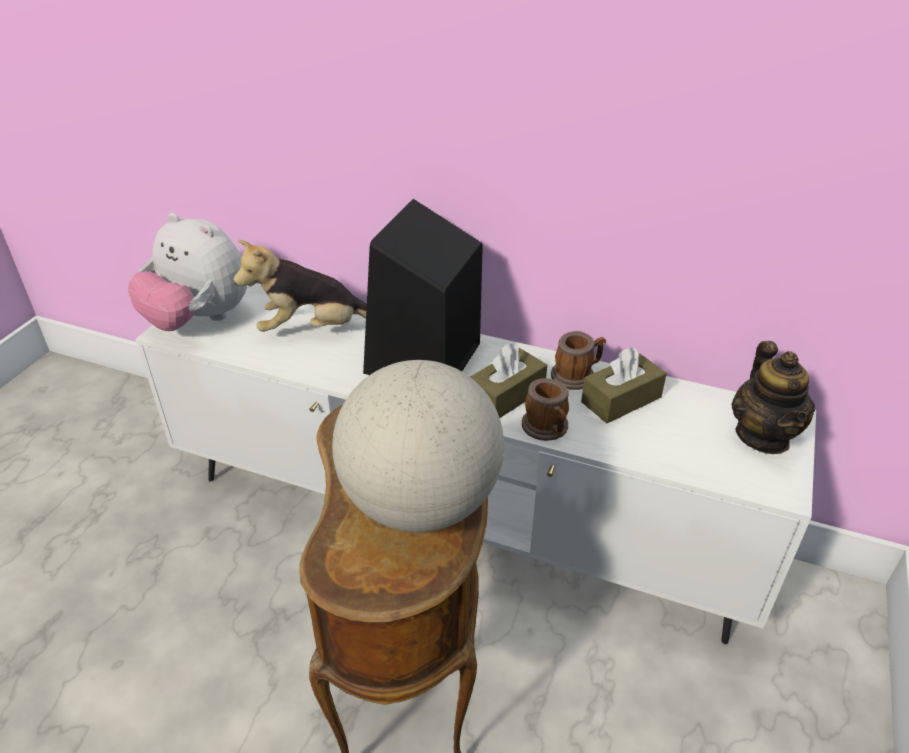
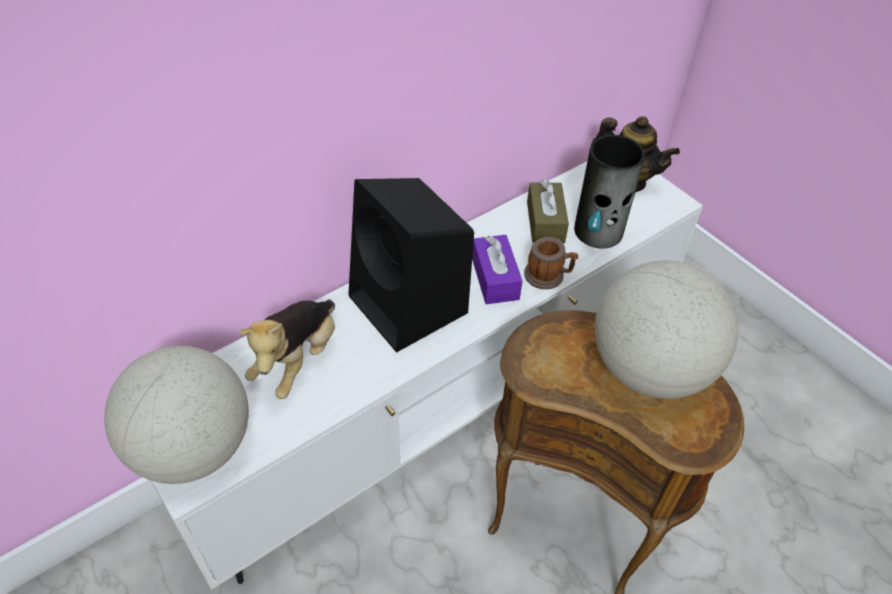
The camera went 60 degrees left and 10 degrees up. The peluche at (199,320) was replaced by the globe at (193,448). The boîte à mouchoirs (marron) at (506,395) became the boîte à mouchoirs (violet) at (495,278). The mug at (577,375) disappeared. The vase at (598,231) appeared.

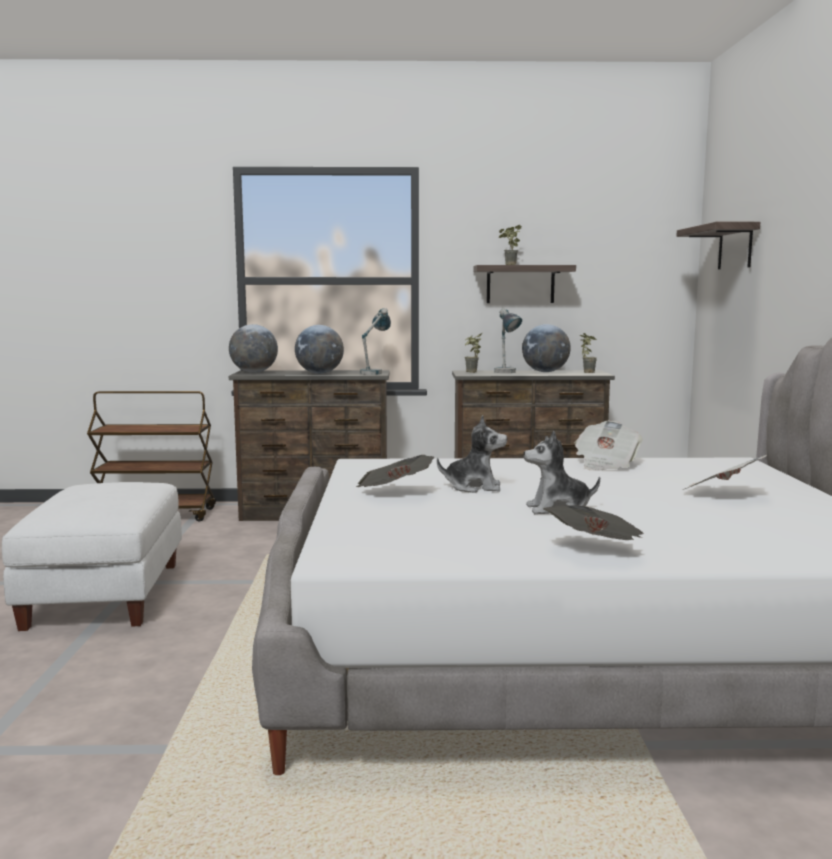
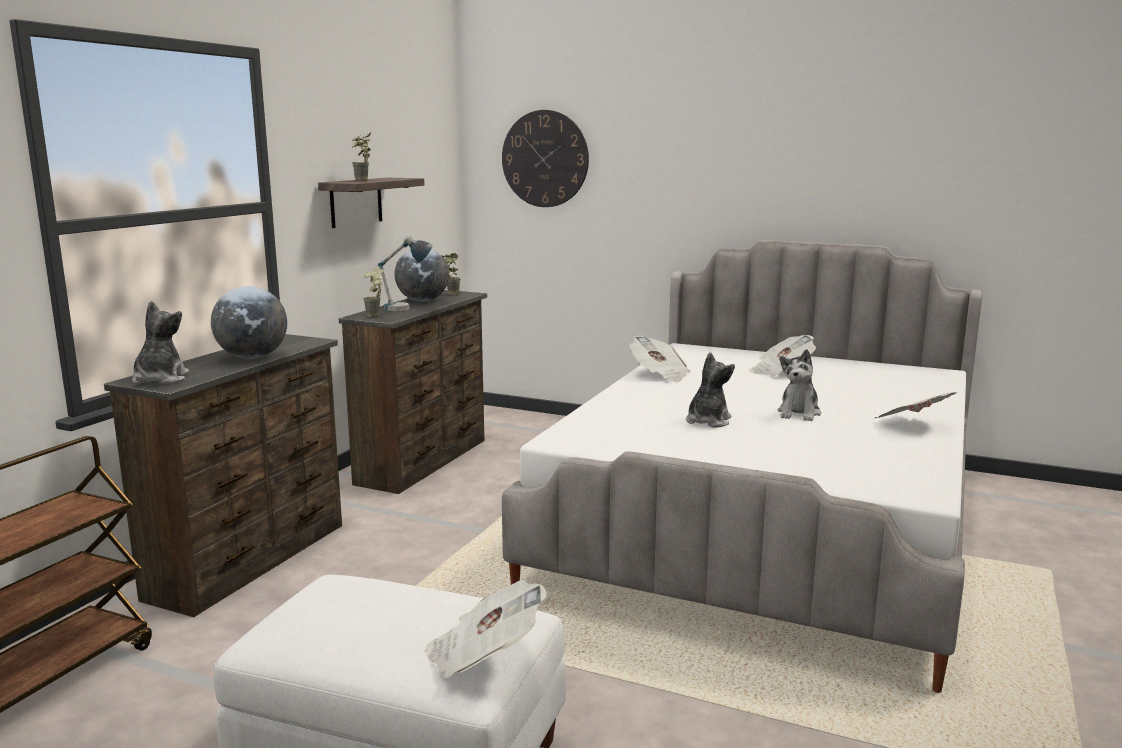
The camera went 65 degrees left and 5 degrees up. The globe at (254,372) was replaced by the peluche at (160,379). The journal moved from (394,493) to (484,656). The lampe de table at (375,372) disappeared. The étagère at (735,247) was replaced by the horloge murale at (545,159).

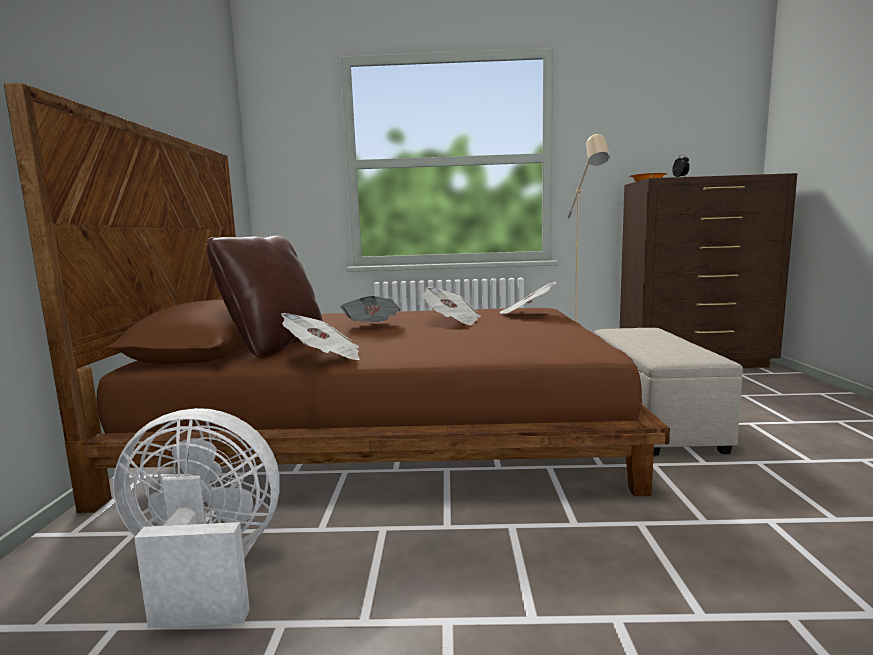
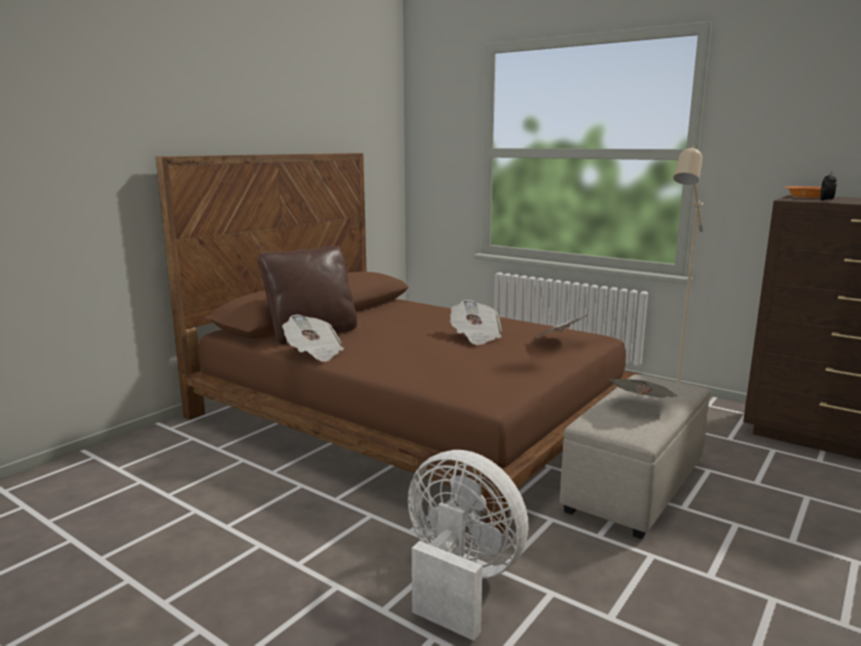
The camera went 35 degrees right and 5 degrees up. The ventilateur (blanc) moved from (205,570) to (460,581). The journal moved from (372,326) to (642,406).

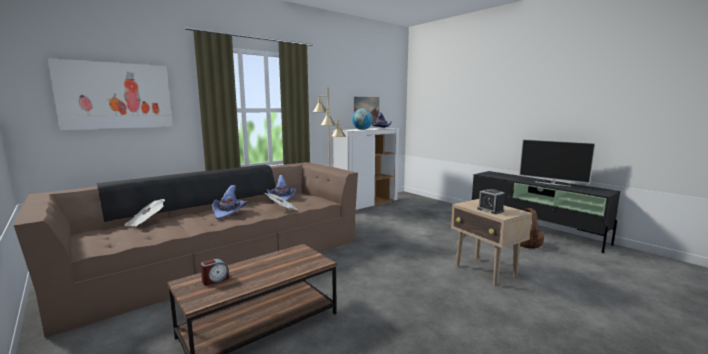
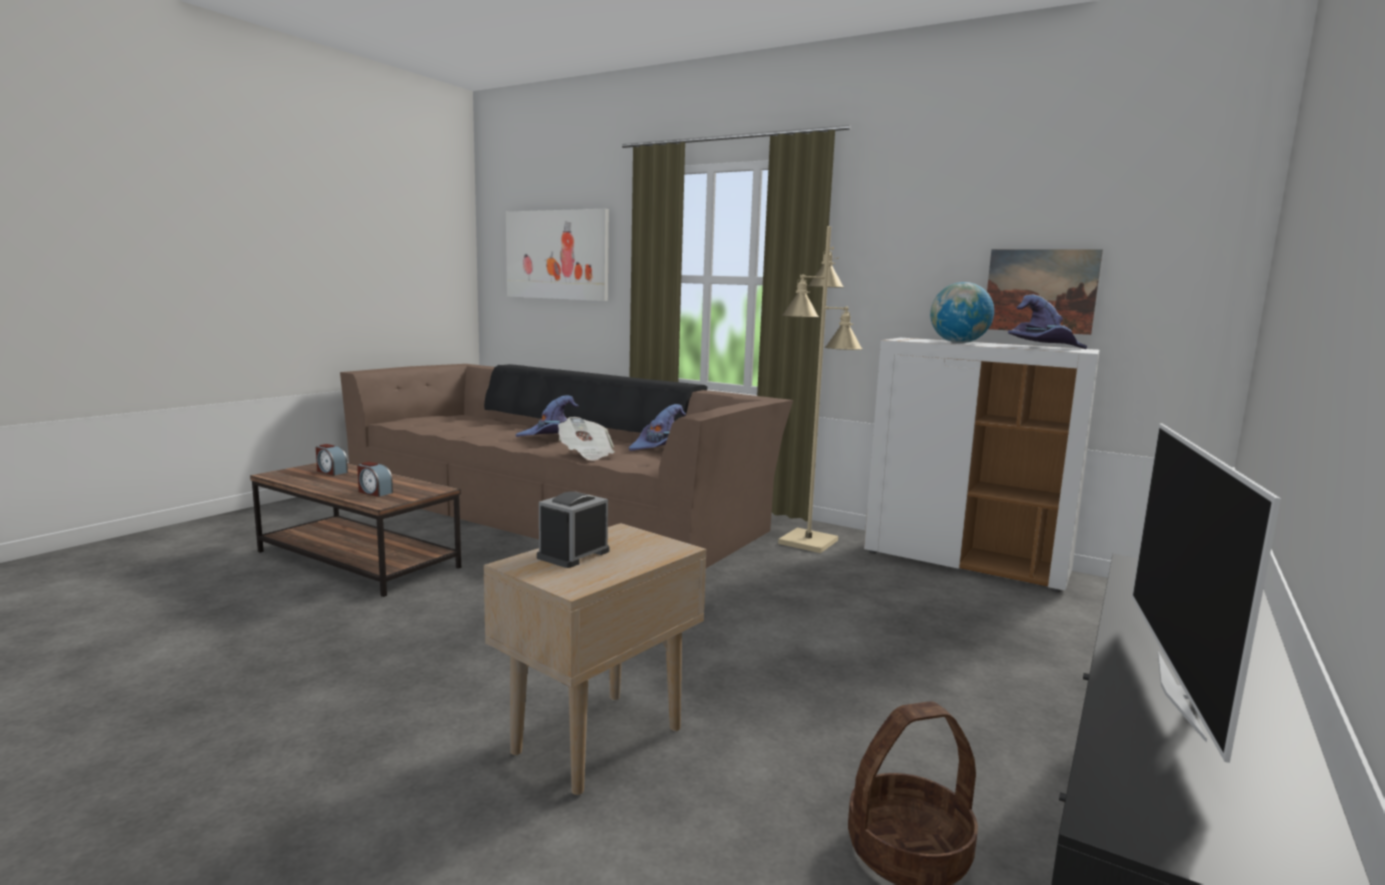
The camera went 70 degrees right and 0 degrees up. The journal at (146,222) disappeared. The réveil at (374,492) appeared.

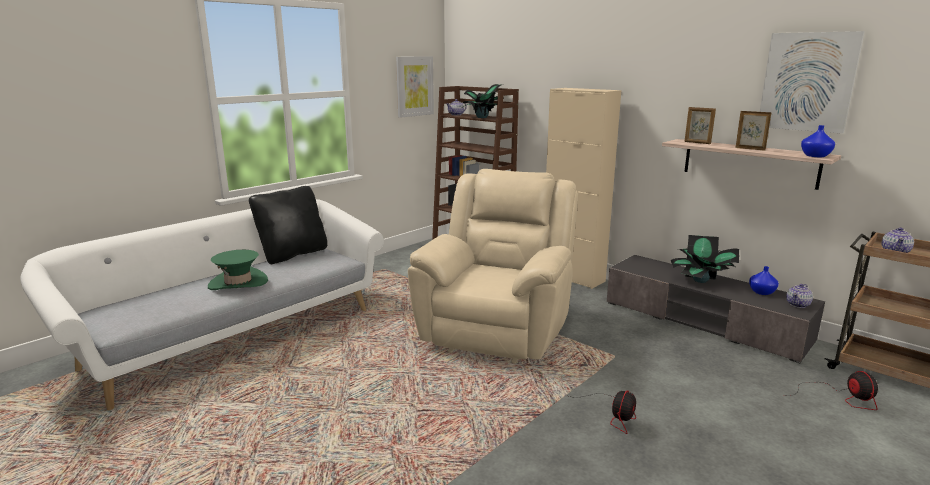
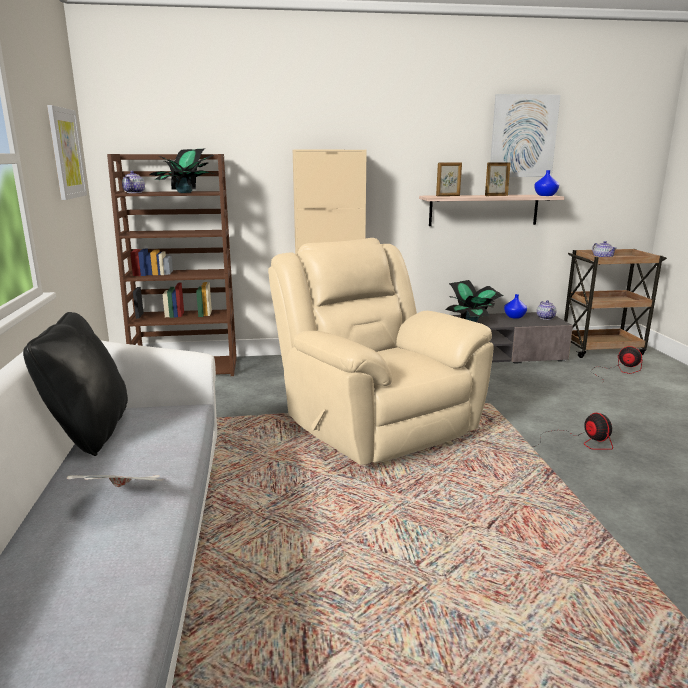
The camera went 50 degrees left and 0 degrees up. The chapeau (vert) at (238,283) was replaced by the journal at (124,499).

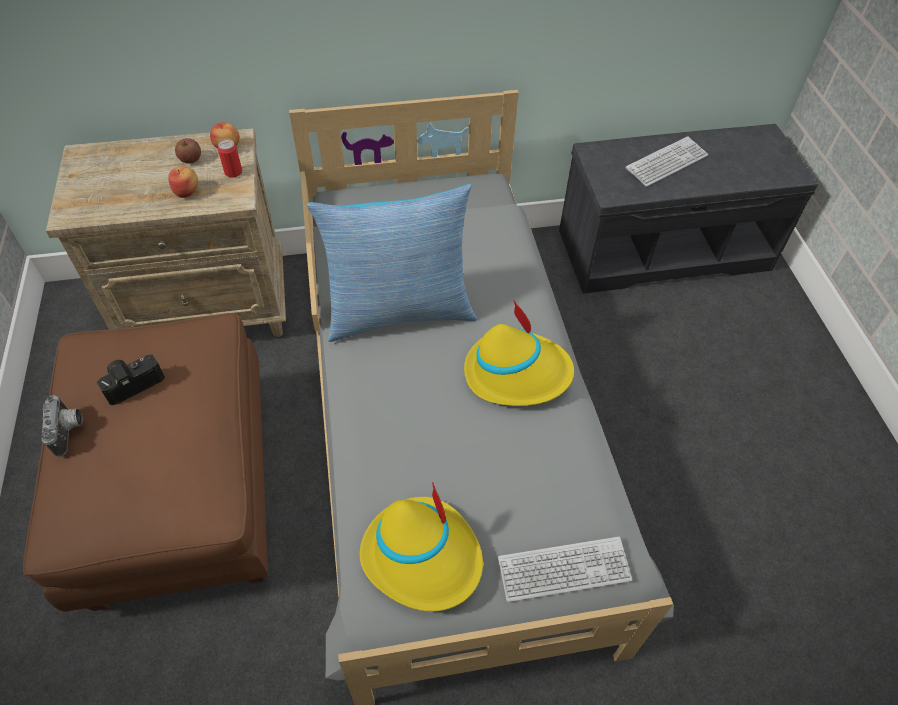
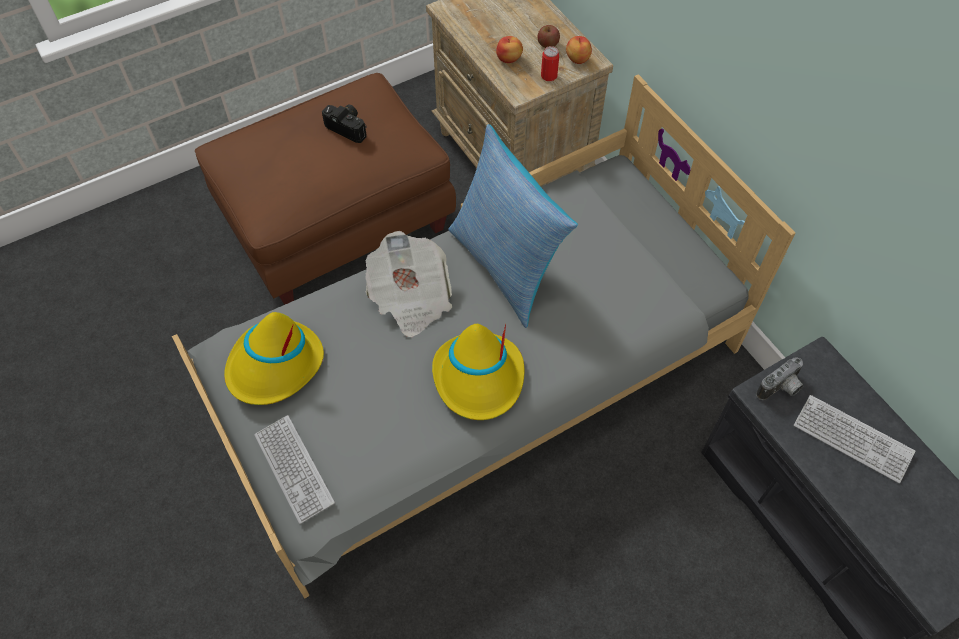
The camera went 70 degrees right and 5 degrees up. The appareil photo moved from (69,431) to (780,389). The journal at (410,298) appeared.

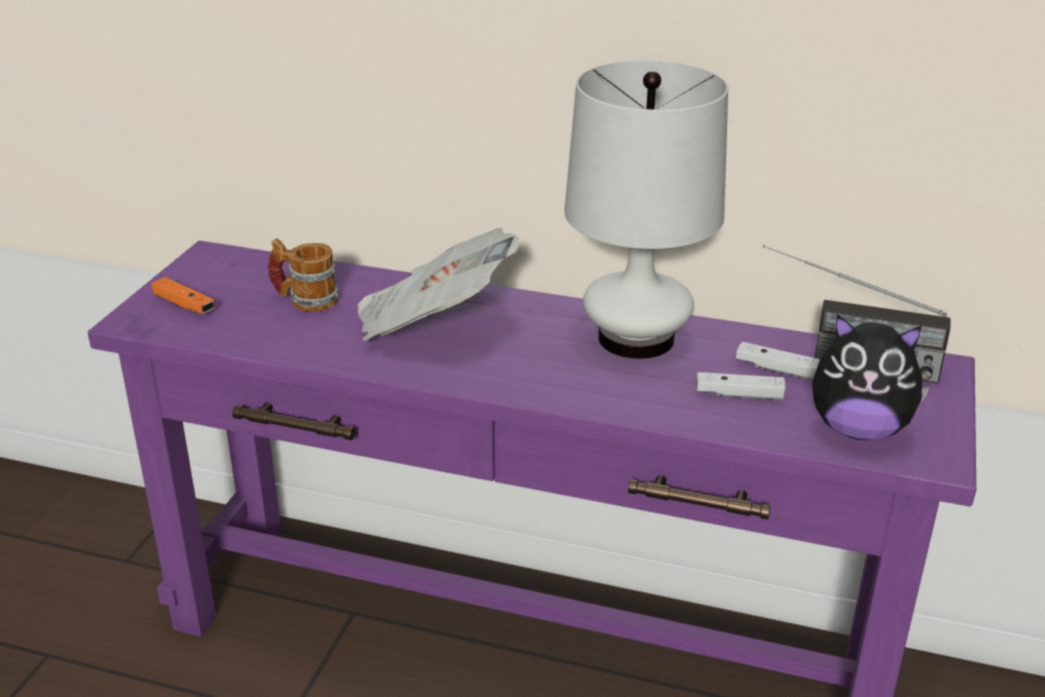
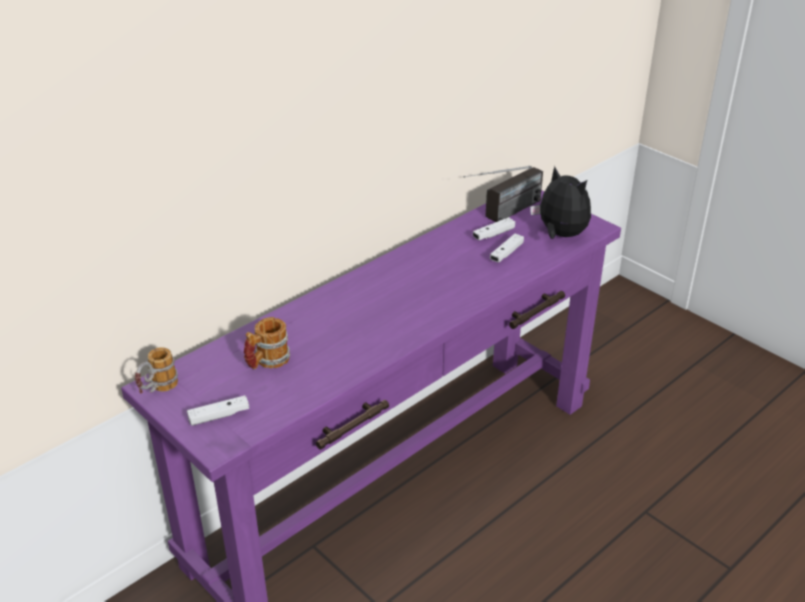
The camera went 60 degrees left and 5 degrees up. The manette (orange) at (184,305) became the manette (blanc) at (219,416). The journal at (432,323) disappeared. The lampe de table (blanc) at (635,339) disappeared. The peluche at (859,429) turned 90 degrees counterclockwise. The mug at (157,391) appeared.

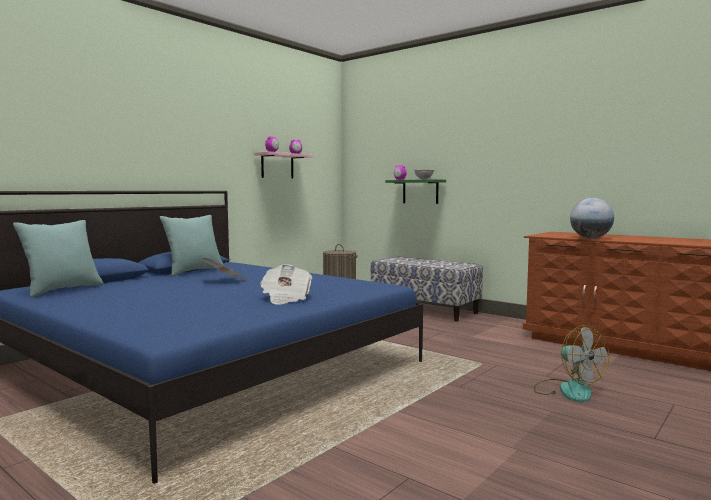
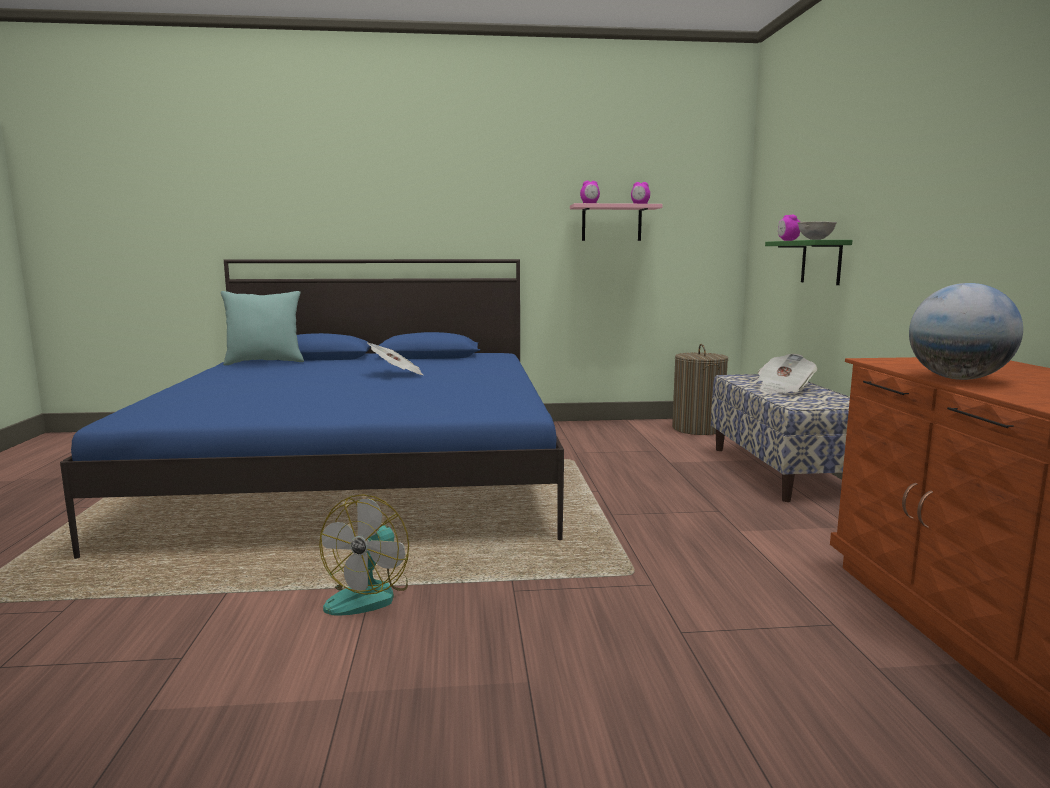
The camera went 45 degrees right and 5 degrees up. The coussin (turquoise) at (194,271) disappeared. The journal moved from (285,298) to (782,390). The ventilateur moved from (567,390) to (369,594).

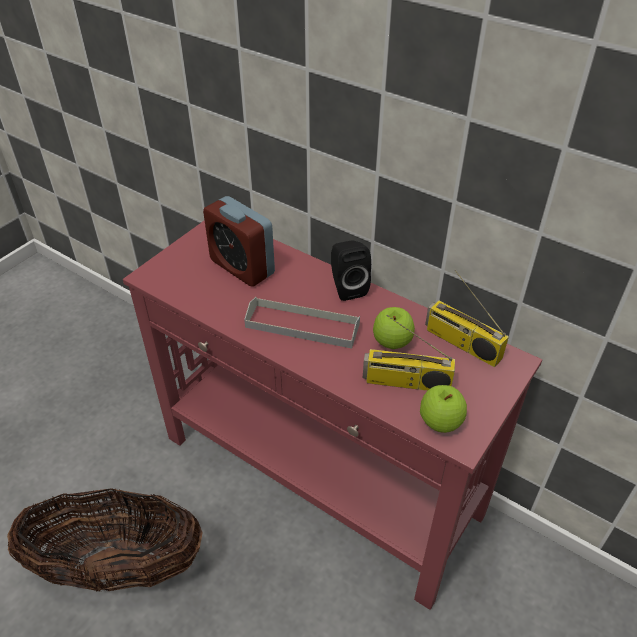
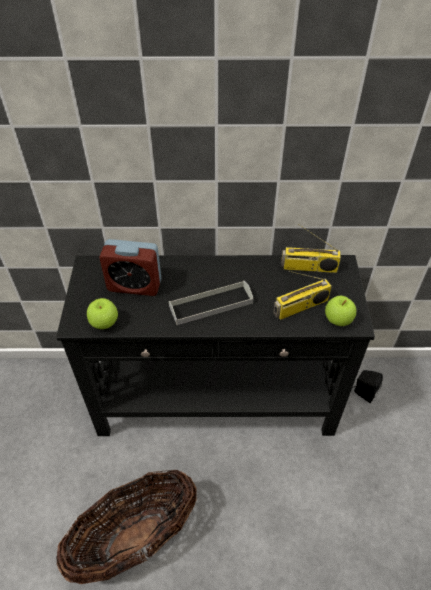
The camera went 35 degrees left and 5 degrees up. The table console (rouge) at (320,477) became the table console (noir) at (217,399). The enceinte (noir) moved from (347,287) to (363,393). The pomme moved from (392,342) to (104,323).

